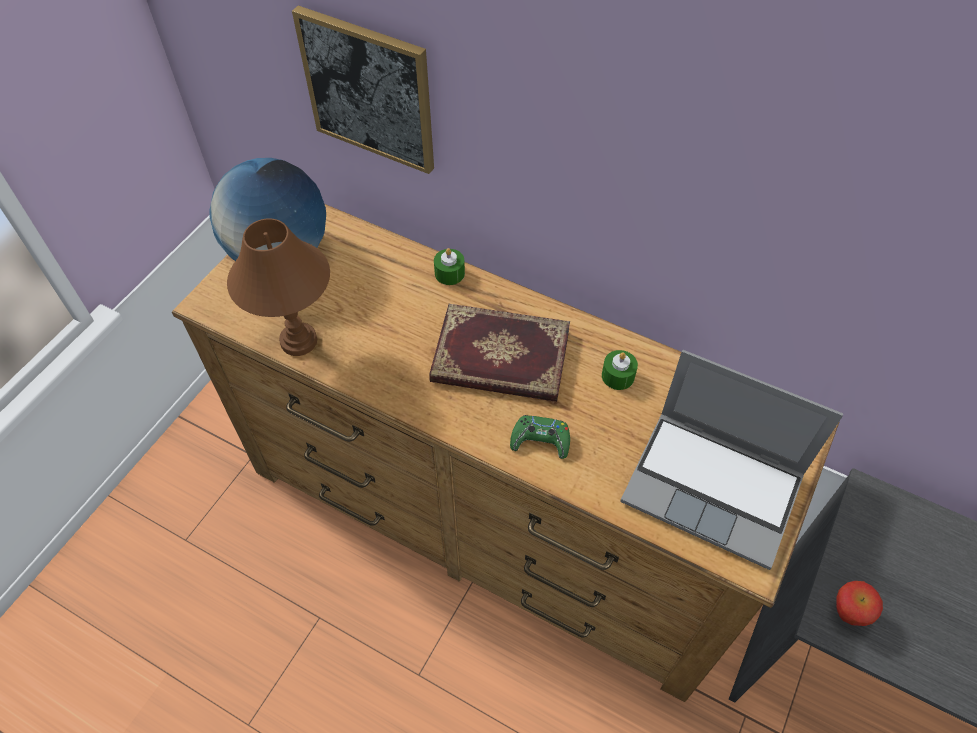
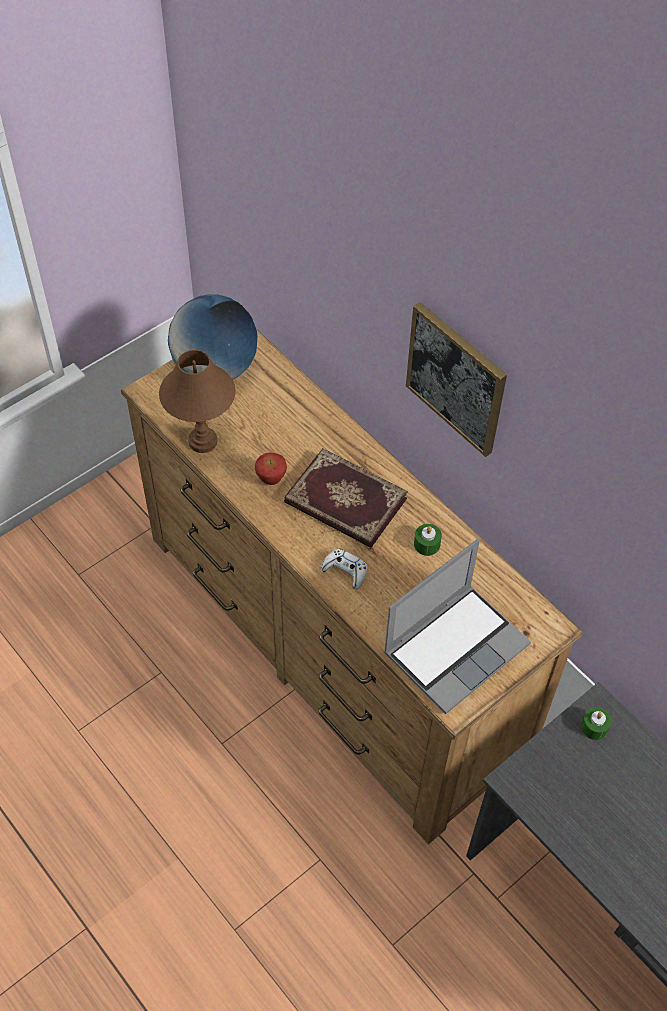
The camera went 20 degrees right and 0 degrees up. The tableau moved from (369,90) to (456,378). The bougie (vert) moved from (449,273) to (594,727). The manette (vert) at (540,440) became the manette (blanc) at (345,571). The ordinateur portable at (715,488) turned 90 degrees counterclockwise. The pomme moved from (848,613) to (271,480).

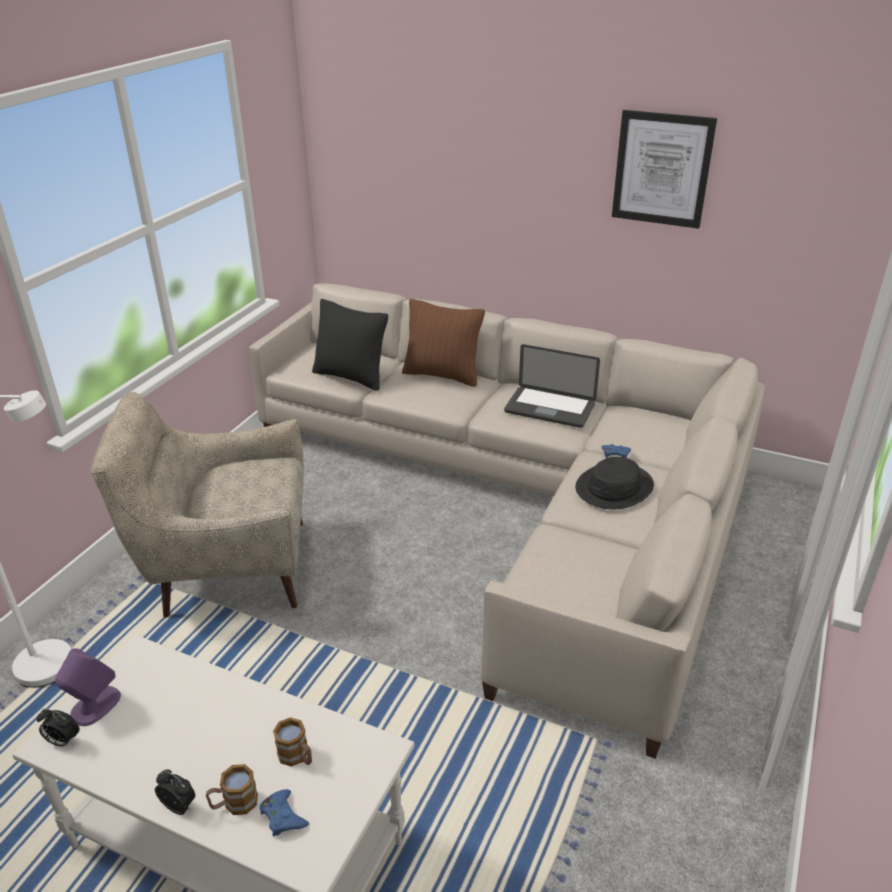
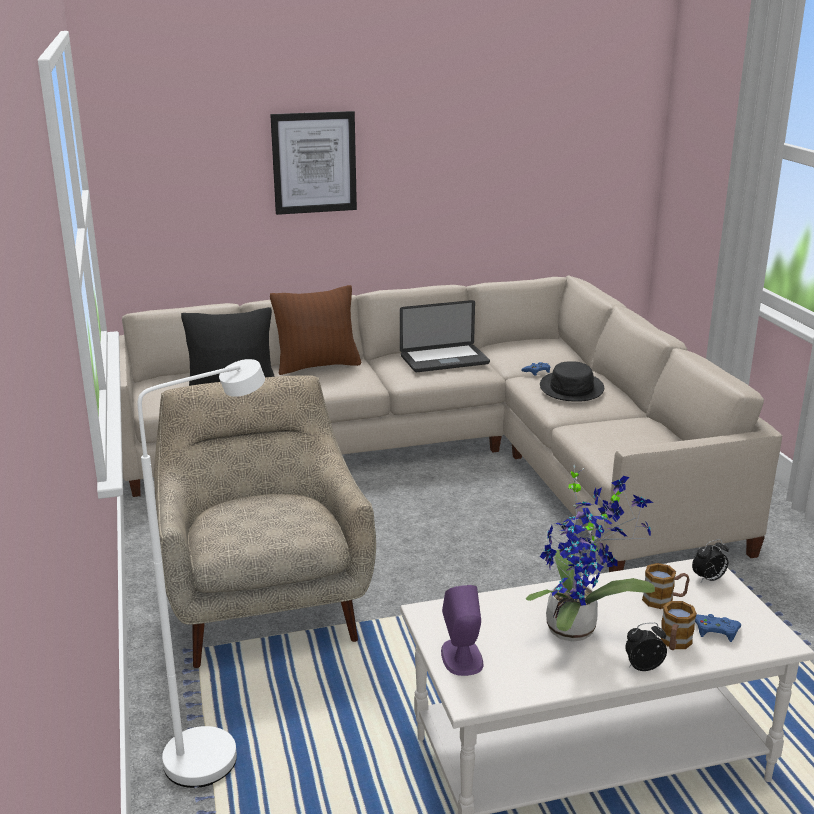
The camera went 40 degrees left and 10 degrees down. The réveil moved from (63,741) to (708,579). The fauteuil (beige) at (227,567) turned 120 degrees clockwise. The tableau moved from (662,169) to (314,162). The plante en pot at (577,628) appeared.

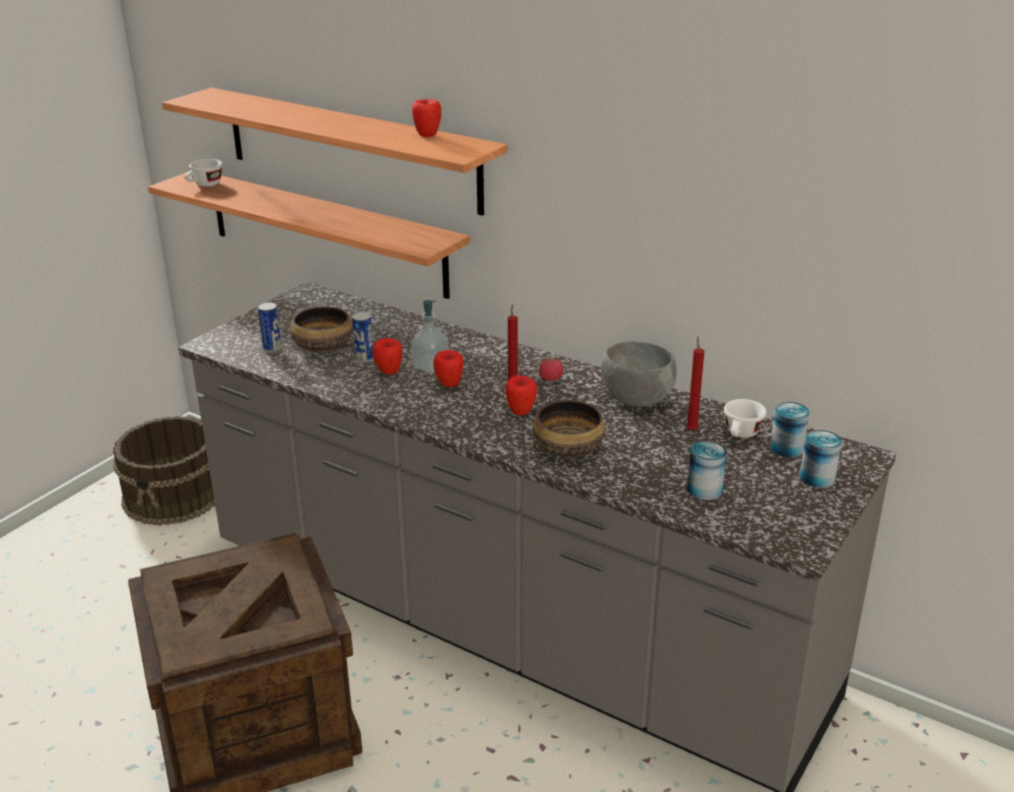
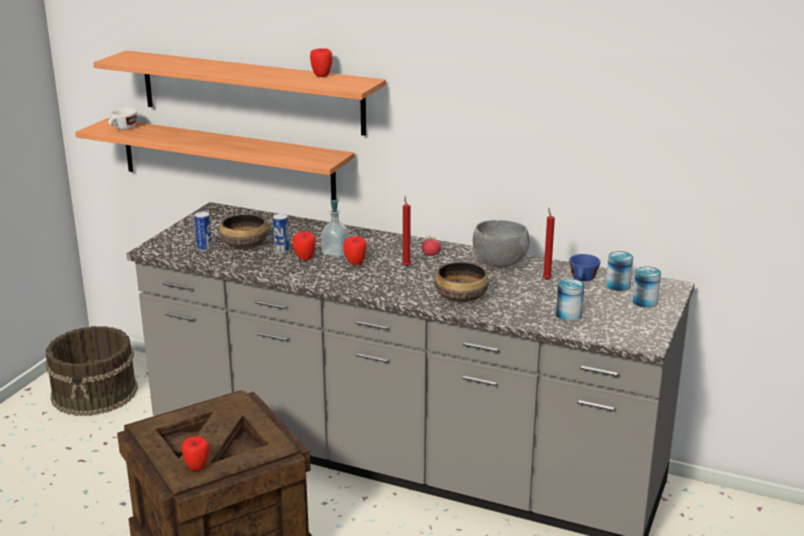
The camera went 10 degrees left and 5 degrees down. The pomme moved from (520,411) to (197,467). The tasse (blanc) at (741,435) became the tasse (bleu) at (583,280).

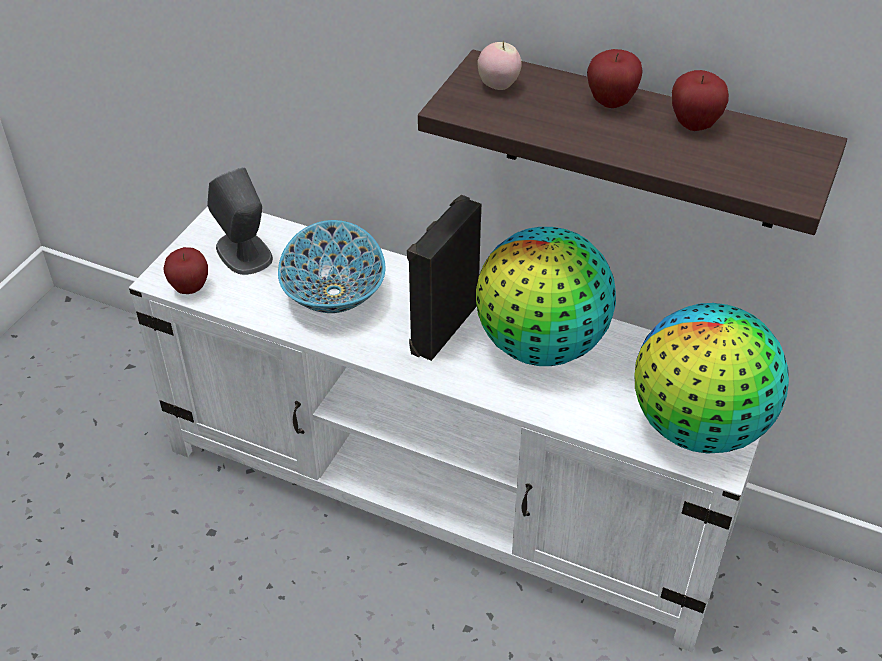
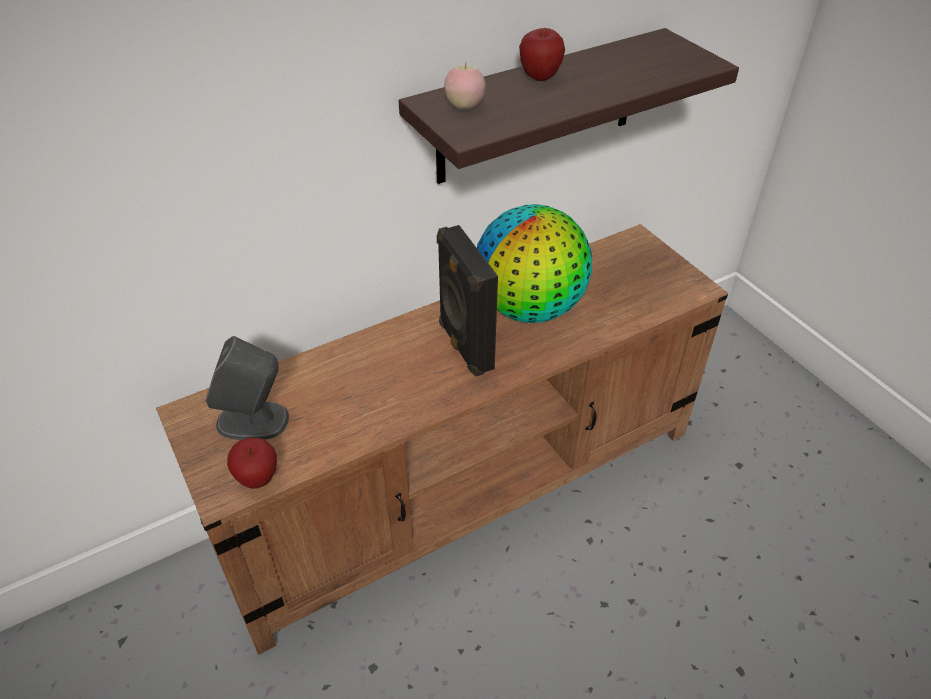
The camera went 55 degrees left and 0 degrees up. The meuble télé (blanc) at (444,492) became the meuble télé (marron) at (465,486). The bol at (332,293) disappeared. The globe at (698,427) disappeared. The pomme at (694,125) disappeared.

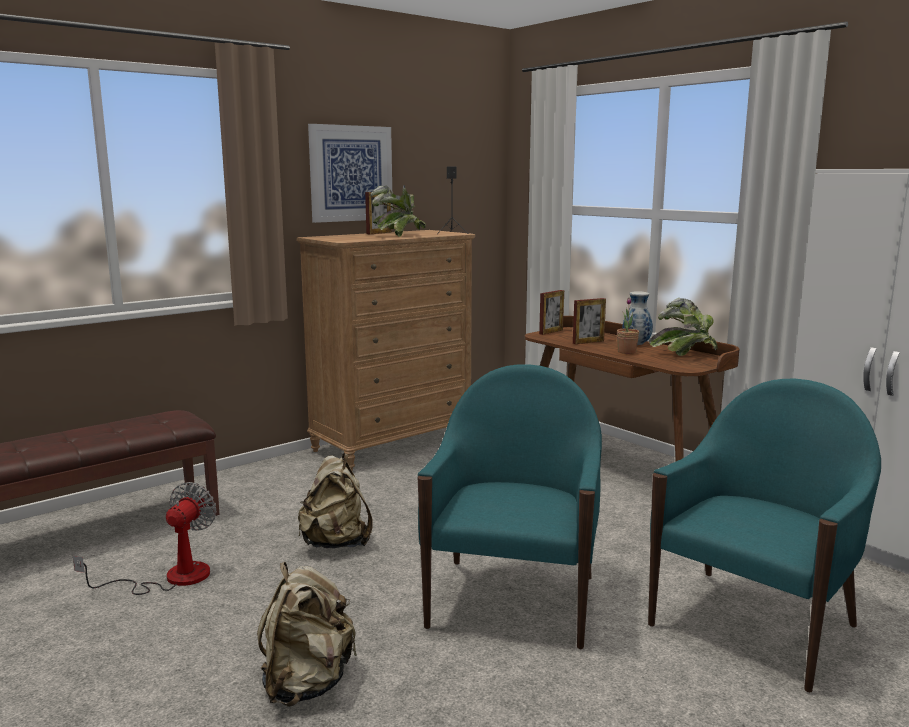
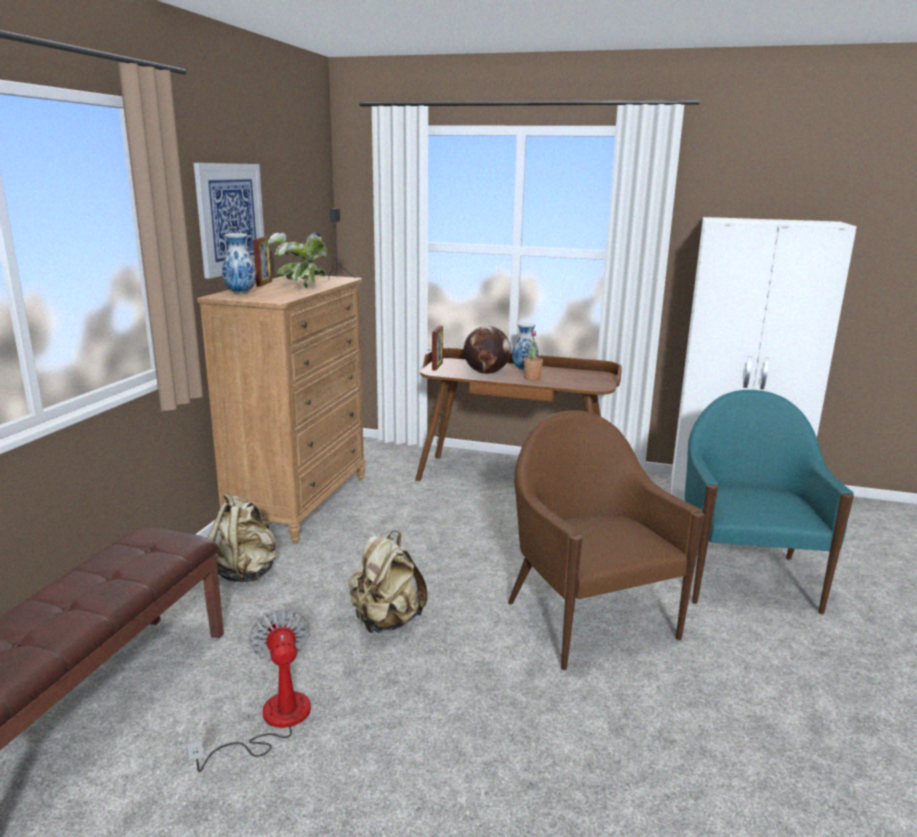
The camera went 35 degrees left and 5 degrees up. The sac à dos (beige) moved from (307,683) to (246,572). The fauteuil (turquoise) at (513,599) became the fauteuil (marron) at (589,618). The cadre photo at (588,342) was replaced by the globe at (486,373). The plante en pot at (684,354) disappeared. The vase at (241,292) appeared.

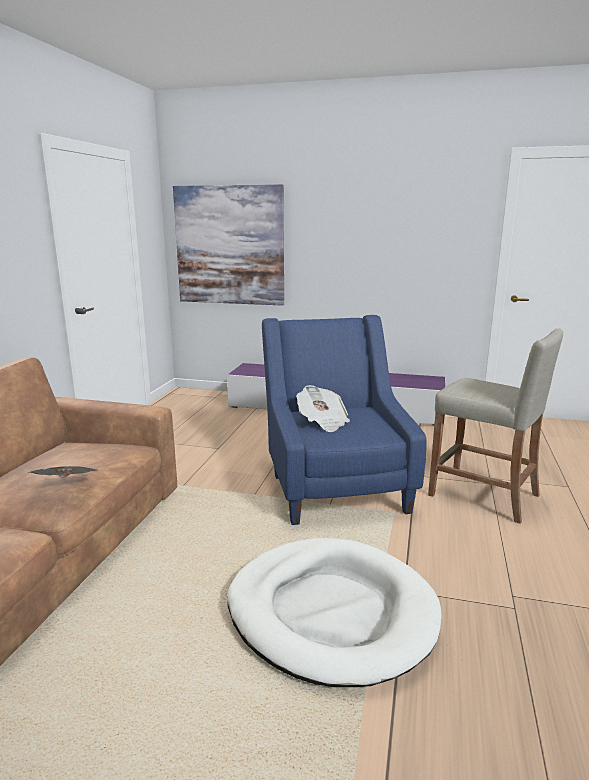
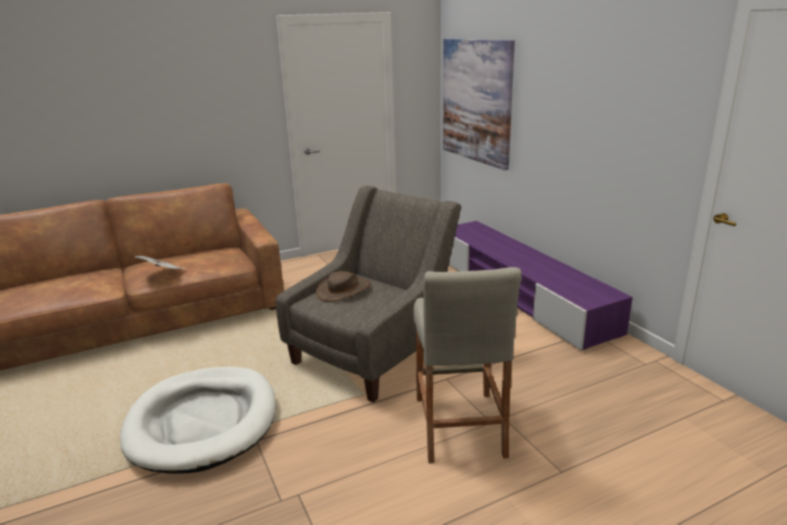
The camera went 50 degrees right and 5 degrees up. The fauteuil (bleu) at (335,485) became the fauteuil (gris) at (373,353). The journal at (322,422) was replaced by the chapeau (marron) at (344,290).

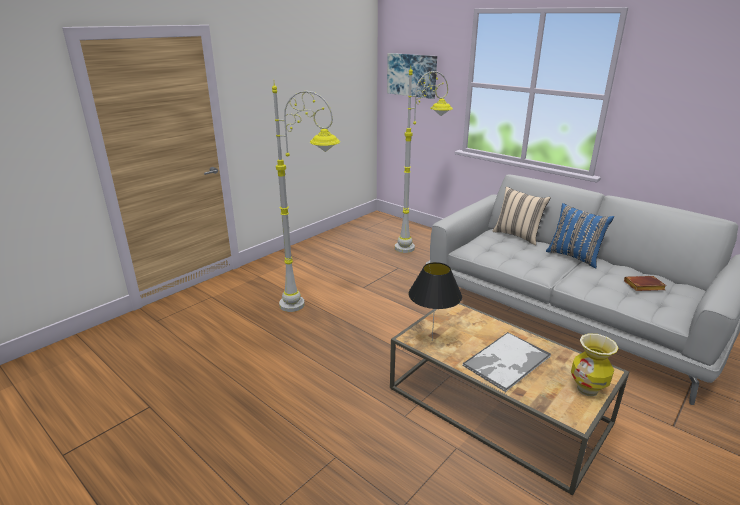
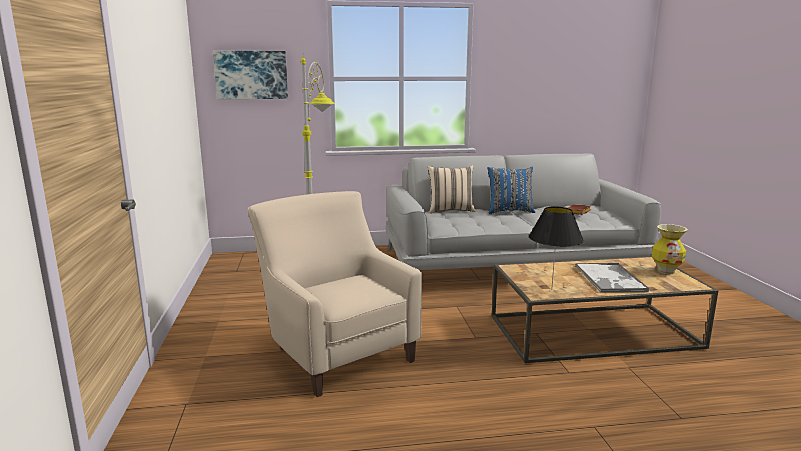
The camera went 50 degrees left and 10 degrees down. The lampadaire (gris) at (312,308) was replaced by the fauteuil (beige) at (334,350).

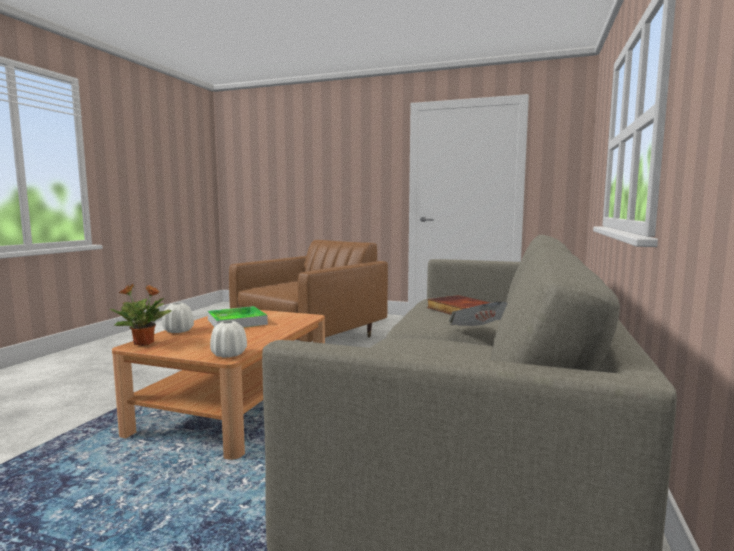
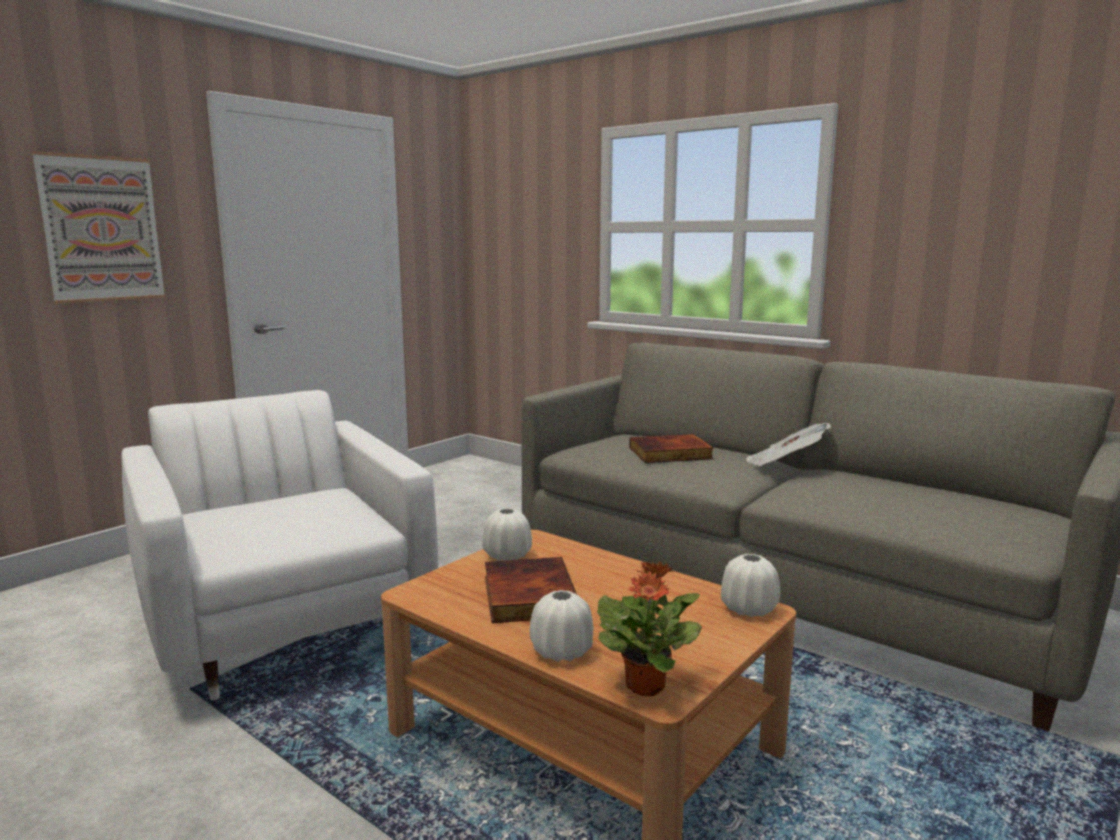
The camera went 70 degrees left and 5 degrees up. The plateau at (237,322) was replaced by the livre at (526,595). The fauteuil (marron) at (312,341) became the fauteuil (blanc) at (283,624). The tableau at (101,229) appeared. The vase (blanc) at (507,555) appeared.

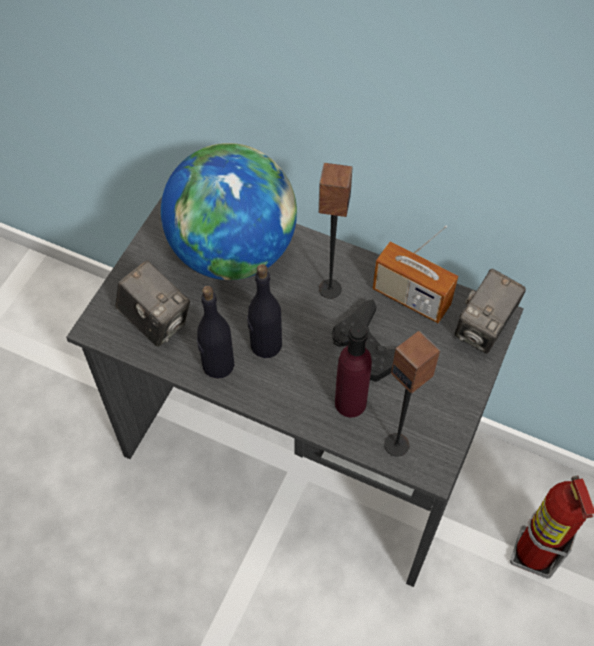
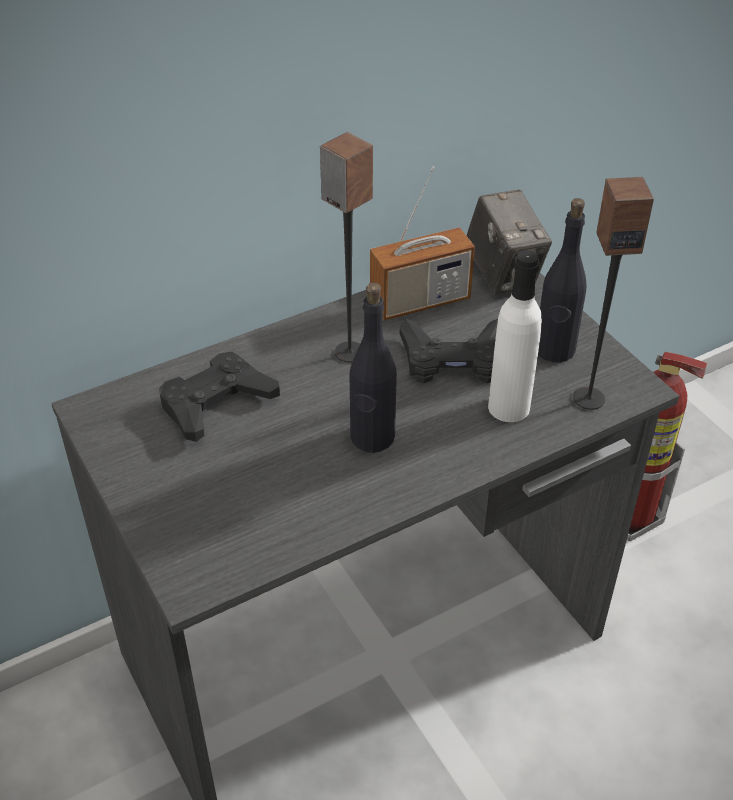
The camera went 55 degrees left and 15 degrees down. The appareil photo at (156,321) disappeared. The globe at (233,251) was replaced by the manette (noir) at (216,403). The bouteille (noir) moved from (217,365) to (554,350). The bouteille (violet) at (350,403) became the bouteille (blanc) at (509,407).

